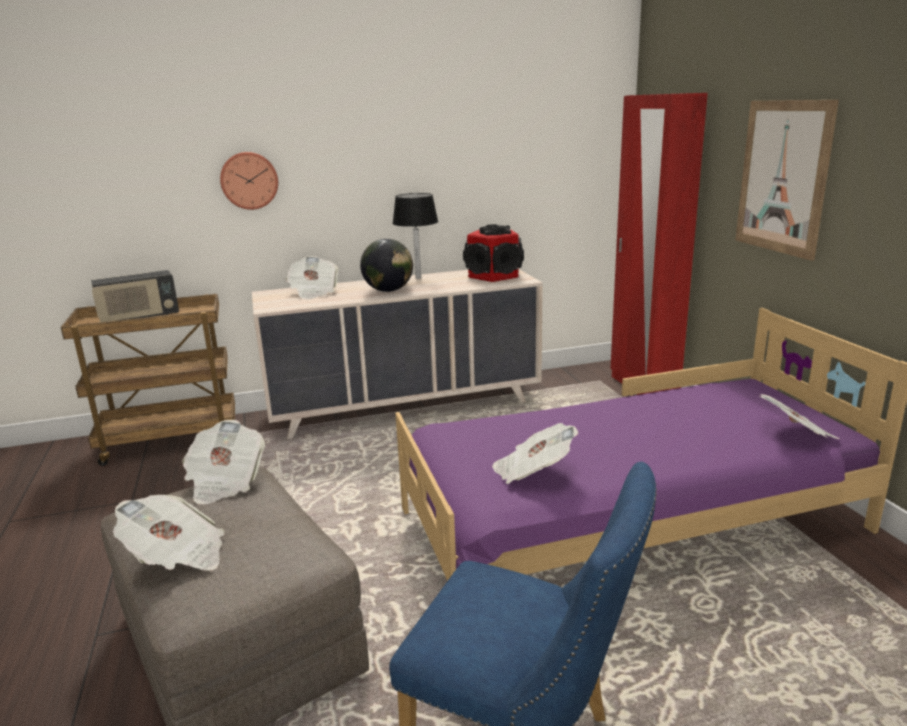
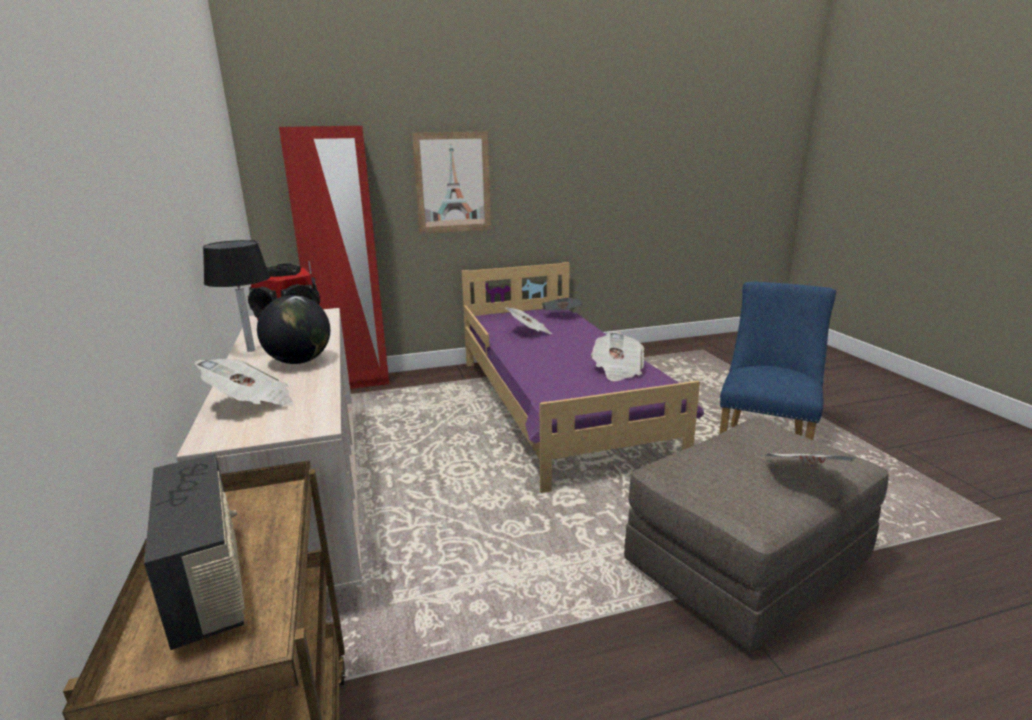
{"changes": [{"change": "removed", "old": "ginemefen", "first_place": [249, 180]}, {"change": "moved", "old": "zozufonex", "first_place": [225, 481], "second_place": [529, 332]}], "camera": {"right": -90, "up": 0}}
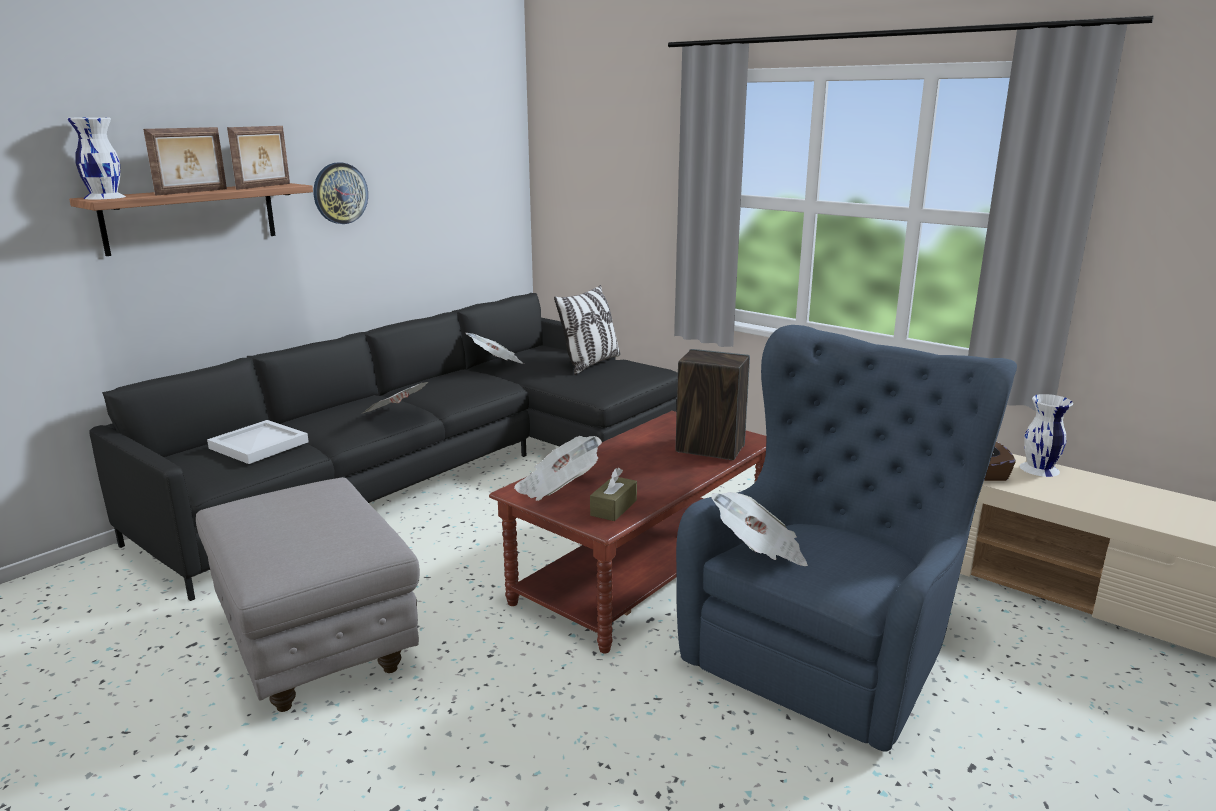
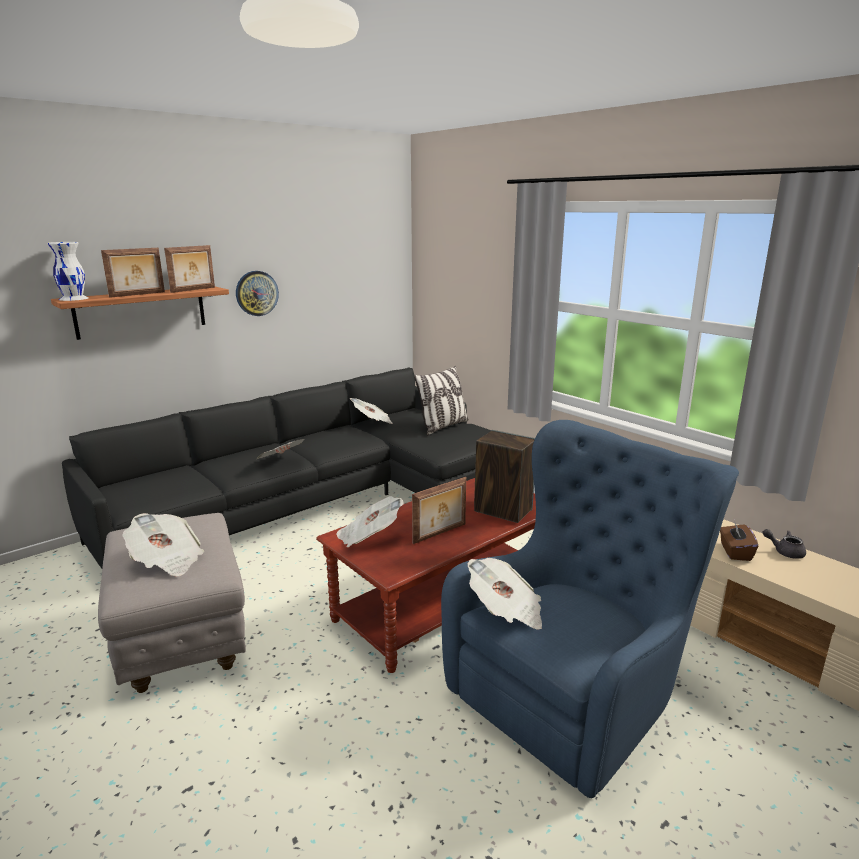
{"changes": [{"change": "replaced", "old": "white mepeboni", "new": "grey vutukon", "first_place": [1038, 469], "second_place": [784, 552]}, {"change": "removed", "old": "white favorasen", "first_place": [257, 445]}, {"change": "removed", "old": "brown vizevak", "first_place": [613, 508]}, {"change": "added", "new": "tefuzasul", "second_place": [440, 534]}, {"change": "added", "new": "zozufonex", "second_place": [167, 560]}], "camera": {"right": 10, "up": 0}}
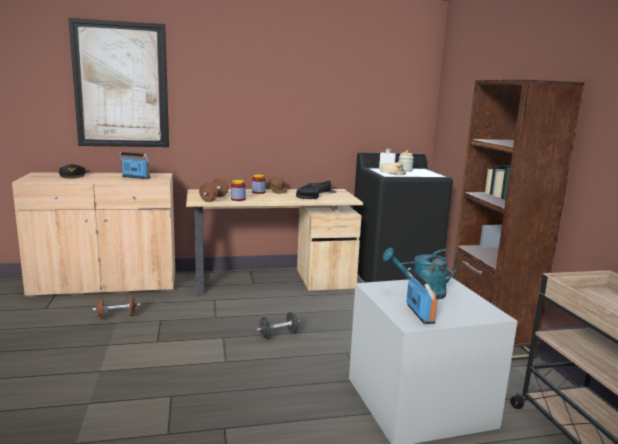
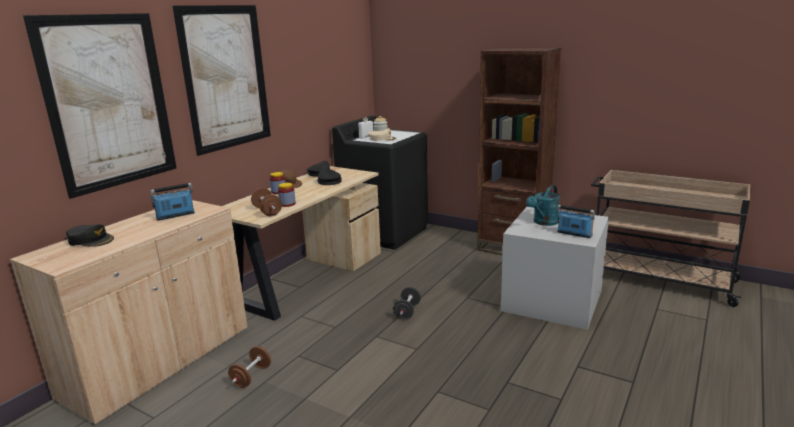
{"changes": [{"change": "added", "new": "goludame", "second_place": [226, 78]}], "camera": {"right": -45, "up": 5}}
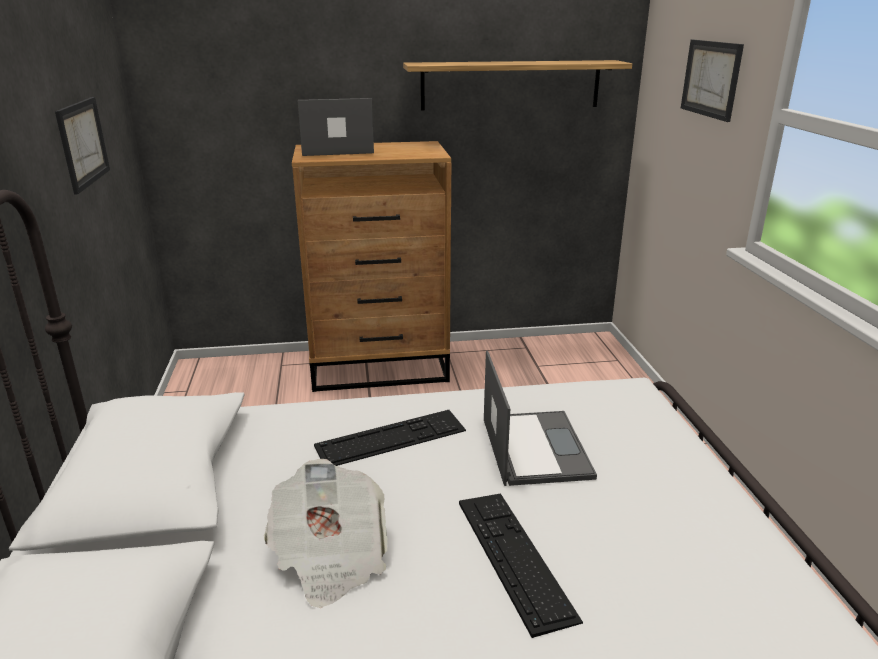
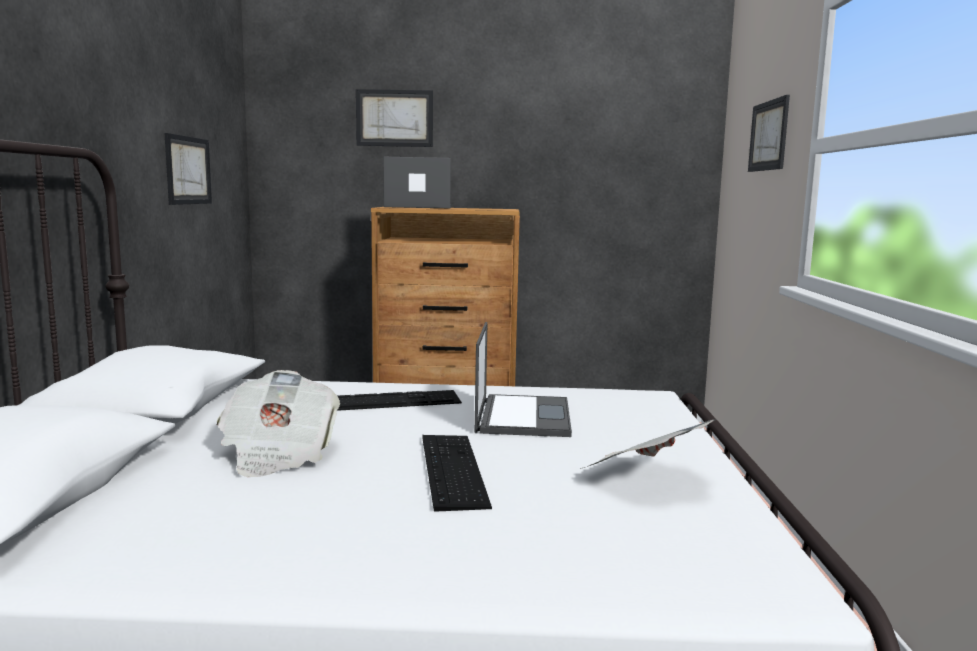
{"changes": [{"change": "removed", "old": "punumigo", "first_place": [510, 85]}, {"change": "added", "new": "goludame", "second_place": [394, 118]}, {"change": "added", "new": "zozufonex", "second_place": [643, 478]}], "camera": {"right": 10, "up": -15}}
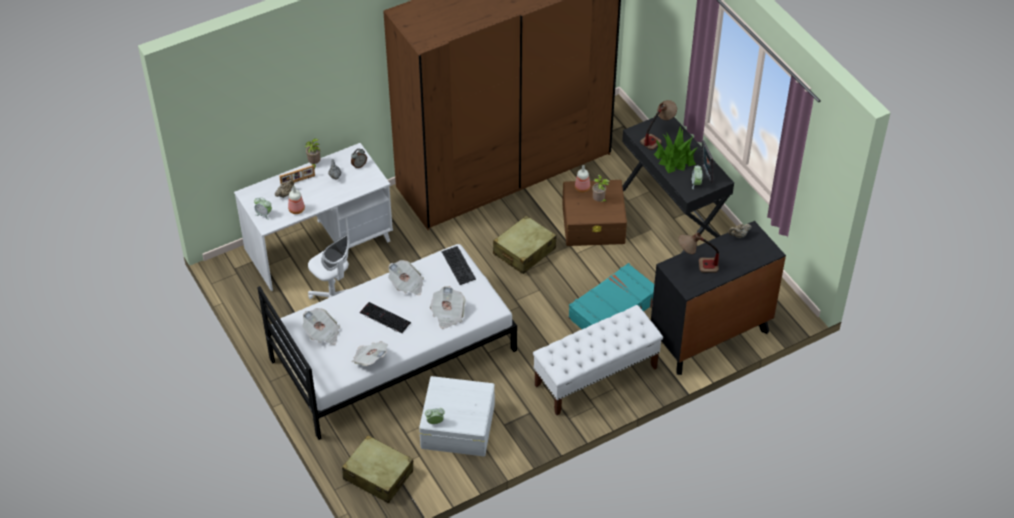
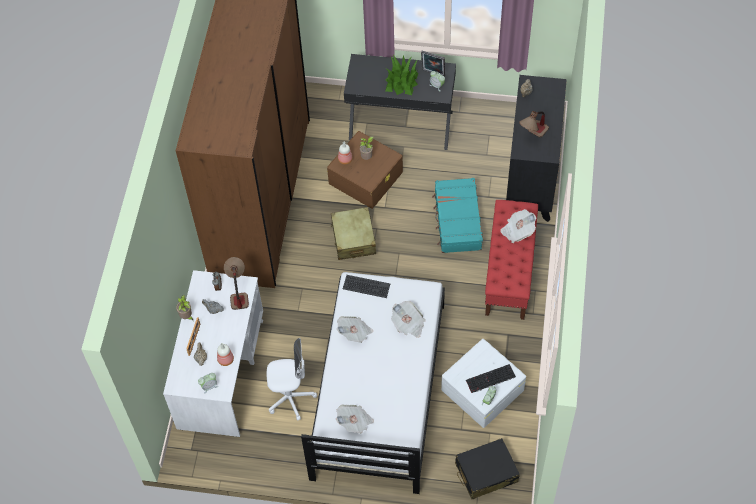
{"changes": [{"change": "moved", "old": "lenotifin", "first_place": [657, 137], "second_place": [238, 292]}, {"change": "moved", "old": "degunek", "first_place": [384, 318], "second_place": [490, 379]}, {"change": "recoloured", "old": "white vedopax", "new": "red vedopax", "first_place": [595, 377], "second_place": [509, 272]}, {"change": "moved", "old": "zozufonex", "first_place": [370, 359], "second_place": [517, 231]}, {"change": "recoloured", "old": "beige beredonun", "new": "black beredonun", "first_place": [378, 475], "second_place": [486, 473]}], "camera": {"right": -50, "up": 10}}
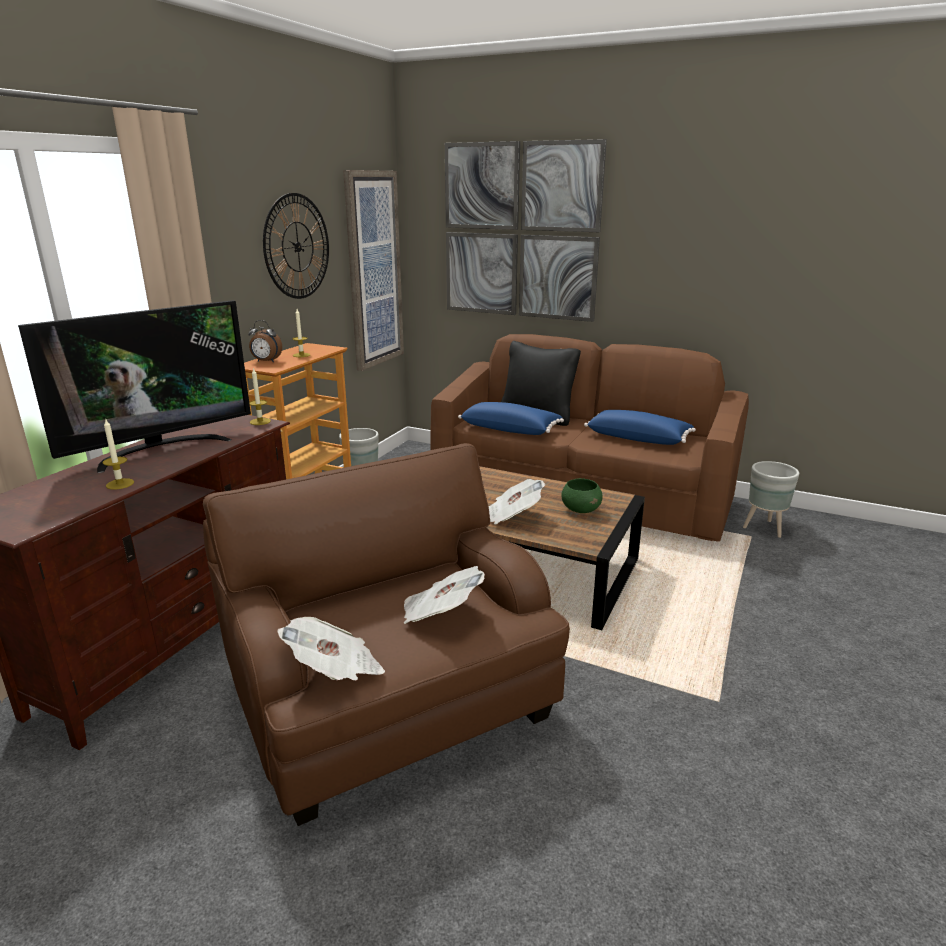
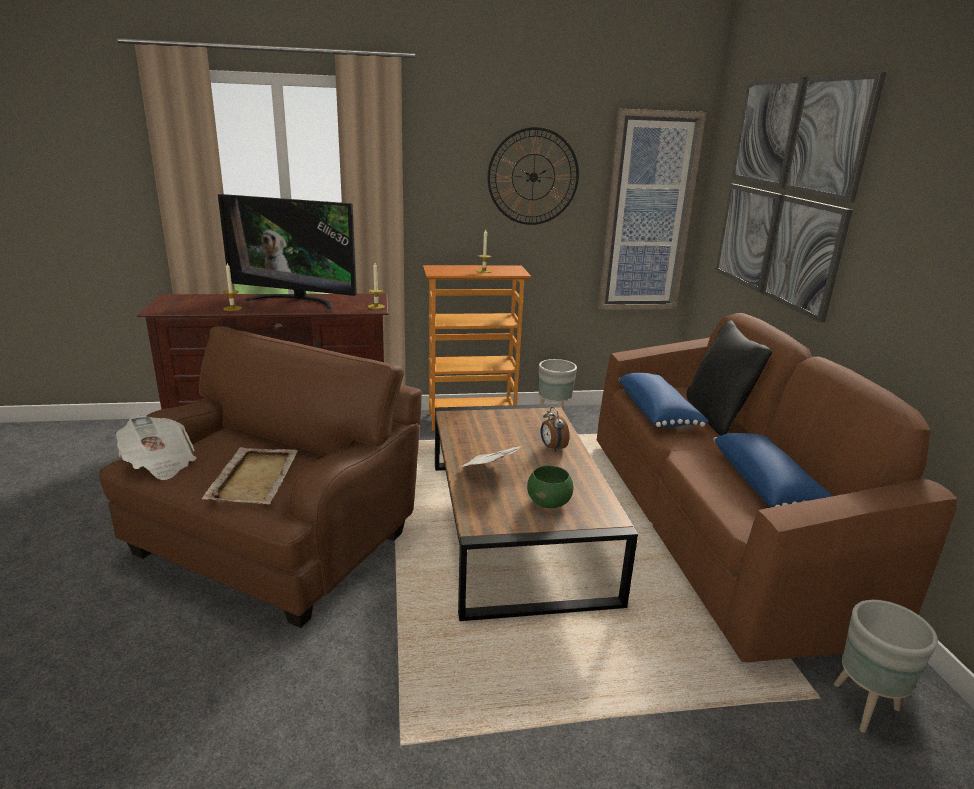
{"changes": [{"change": "moved", "old": "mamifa", "first_place": [266, 361], "second_place": [552, 448]}, {"change": "replaced", "old": "zozufonex", "new": "beige favorasen", "first_place": [440, 613], "second_place": [254, 477]}], "camera": {"right": 55, "up": 0}}
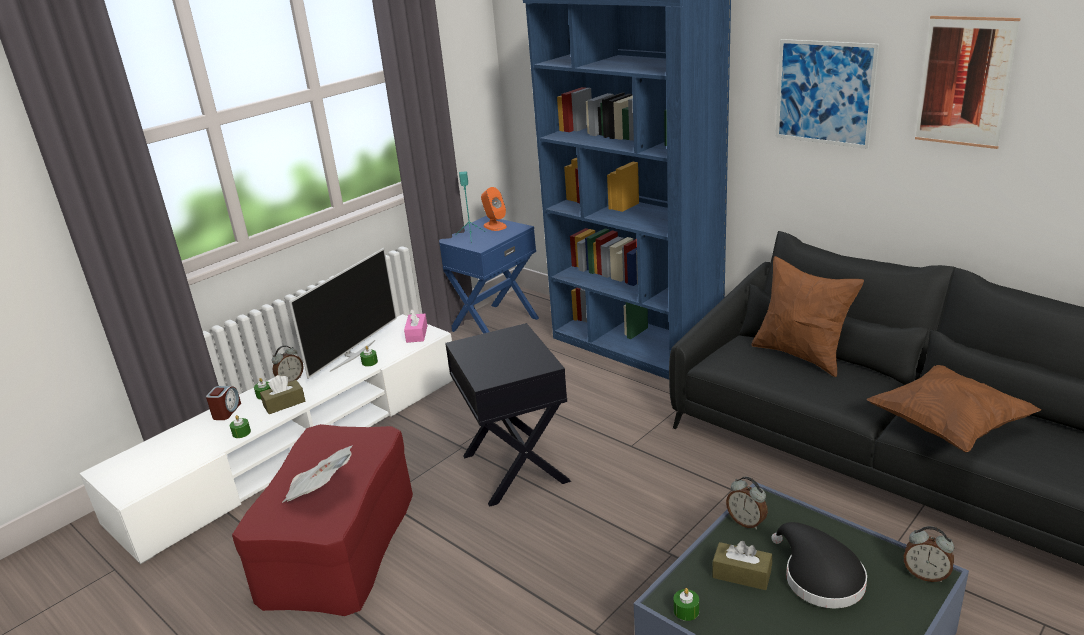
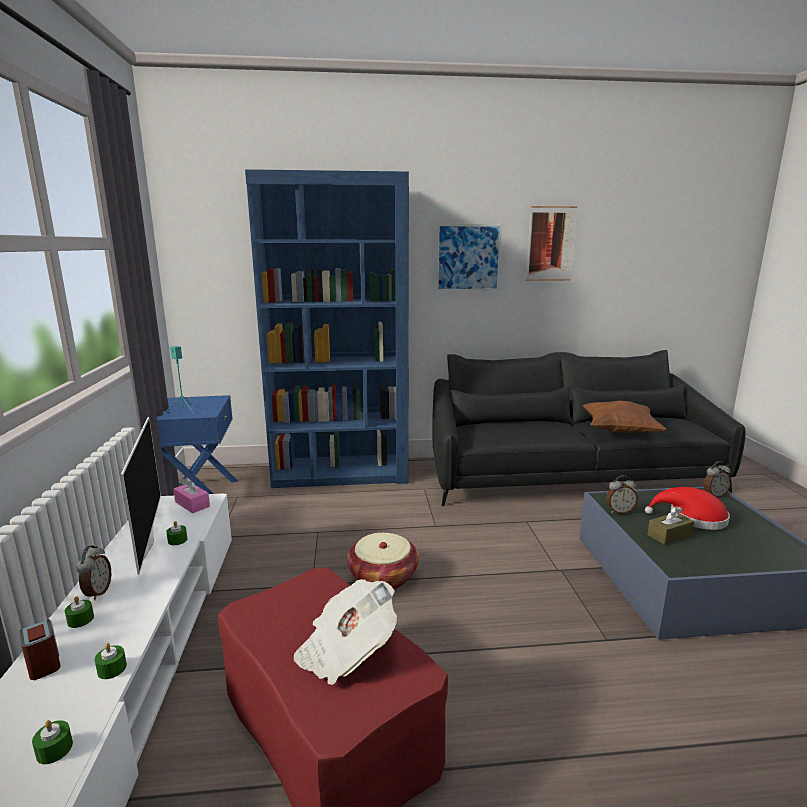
{"changes": [{"change": "removed", "old": "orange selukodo", "first_place": [494, 226]}, {"change": "removed", "old": "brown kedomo", "first_place": [801, 355]}, {"change": "replaced", "old": "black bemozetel", "new": "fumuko", "first_place": [514, 468], "second_place": [383, 577]}, {"change": "removed", "old": "brown vizevak", "first_place": [284, 403]}, {"change": "recoloured", "old": "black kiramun", "new": "red kiramun", "first_place": [819, 577], "second_place": [692, 518]}, {"change": "moved", "old": "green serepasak", "first_place": [686, 611], "second_place": [54, 749]}], "camera": {"right": -50, "up": -10}}
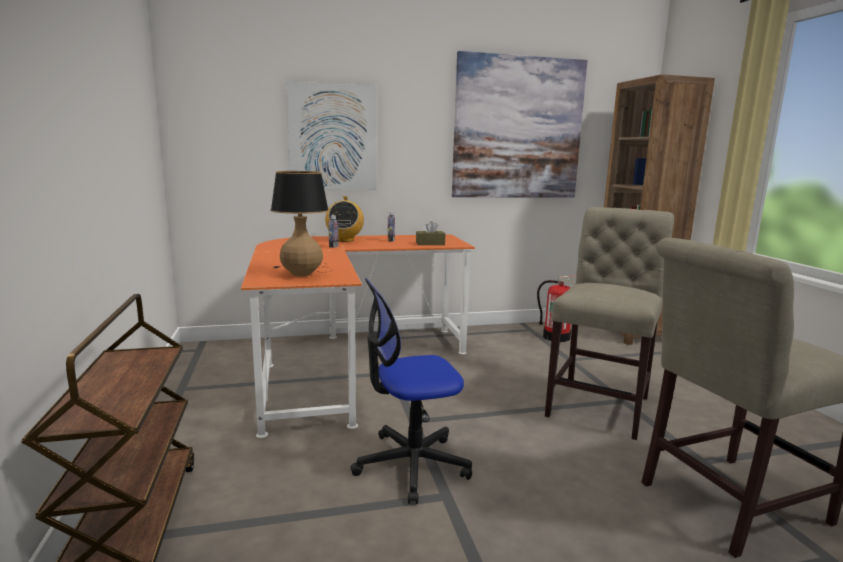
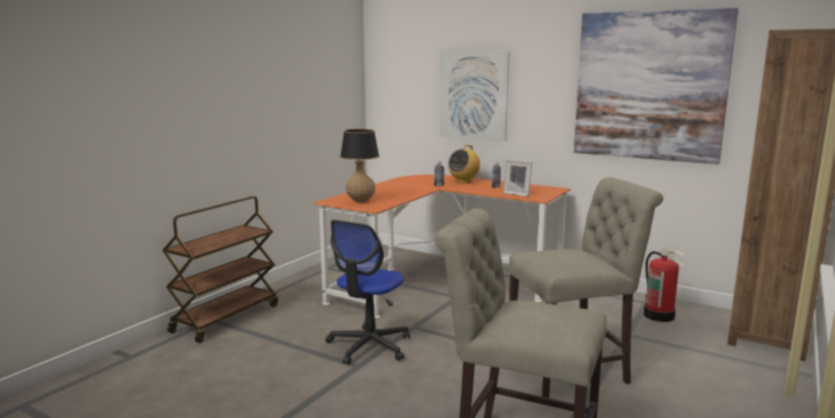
{"changes": [{"change": "replaced", "old": "brown vizevak", "new": "tefuzasul", "first_place": [430, 243], "second_place": [517, 194]}, {"change": "turned", "old": "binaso", "first_place": [411, 464], "second_place": [369, 346], "degrees": -90}], "camera": {"right": 45, "up": 0}}
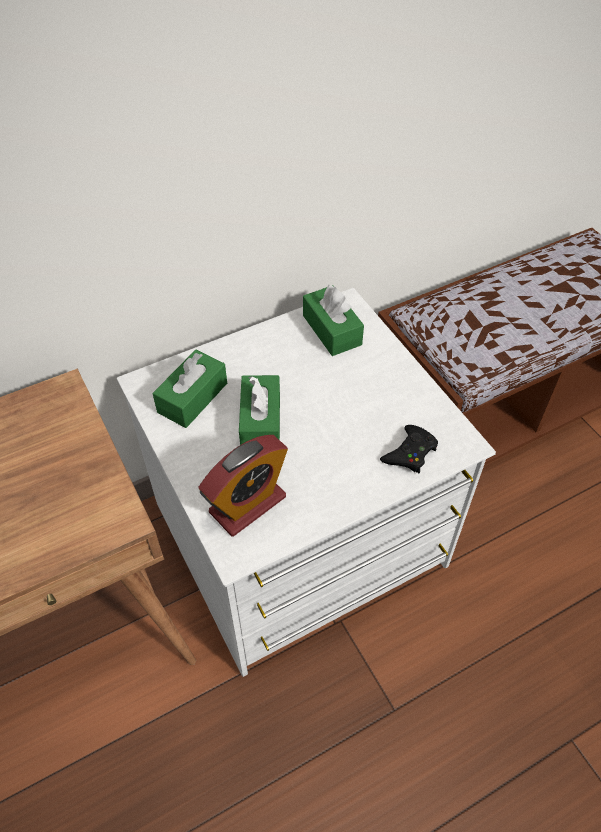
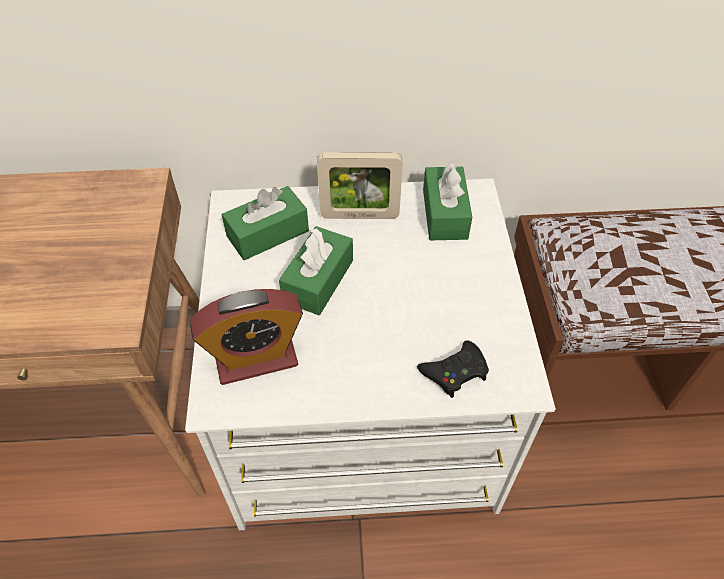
{"changes": [{"change": "added", "new": "tefuzasul", "second_place": [359, 215]}], "camera": {"right": 25, "up": 0}}
